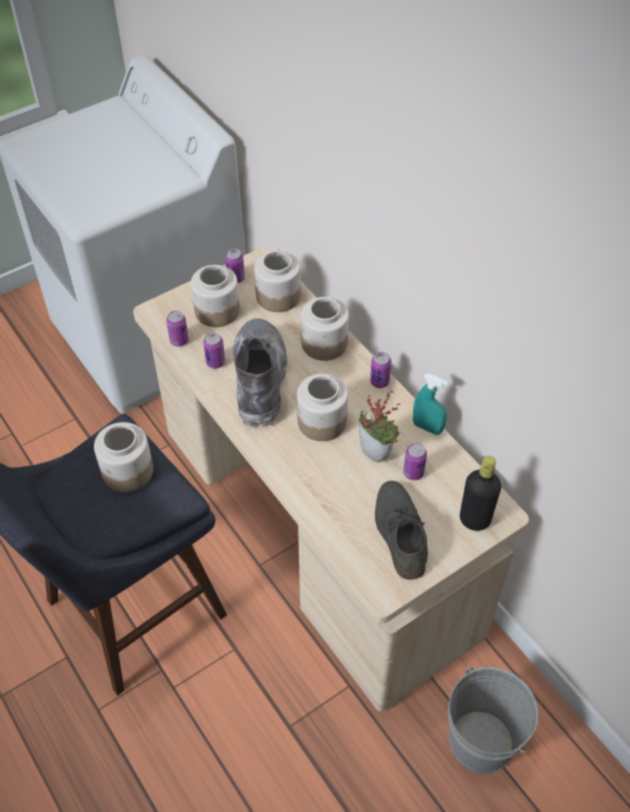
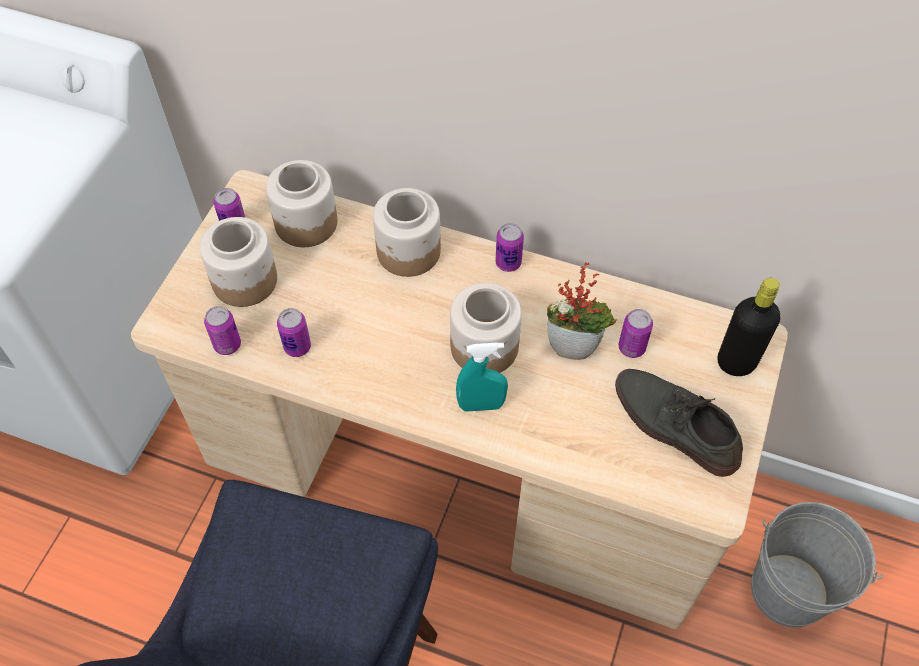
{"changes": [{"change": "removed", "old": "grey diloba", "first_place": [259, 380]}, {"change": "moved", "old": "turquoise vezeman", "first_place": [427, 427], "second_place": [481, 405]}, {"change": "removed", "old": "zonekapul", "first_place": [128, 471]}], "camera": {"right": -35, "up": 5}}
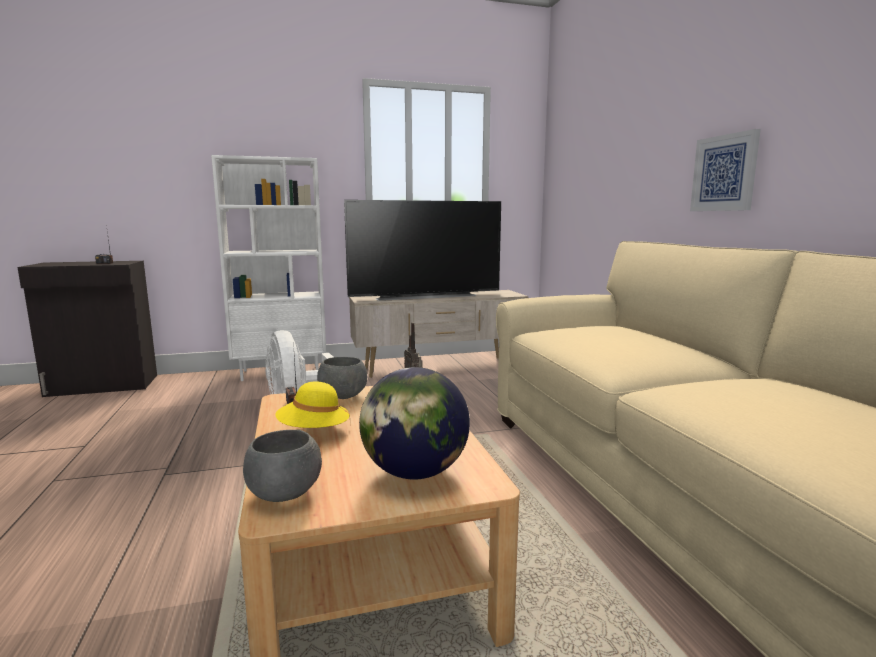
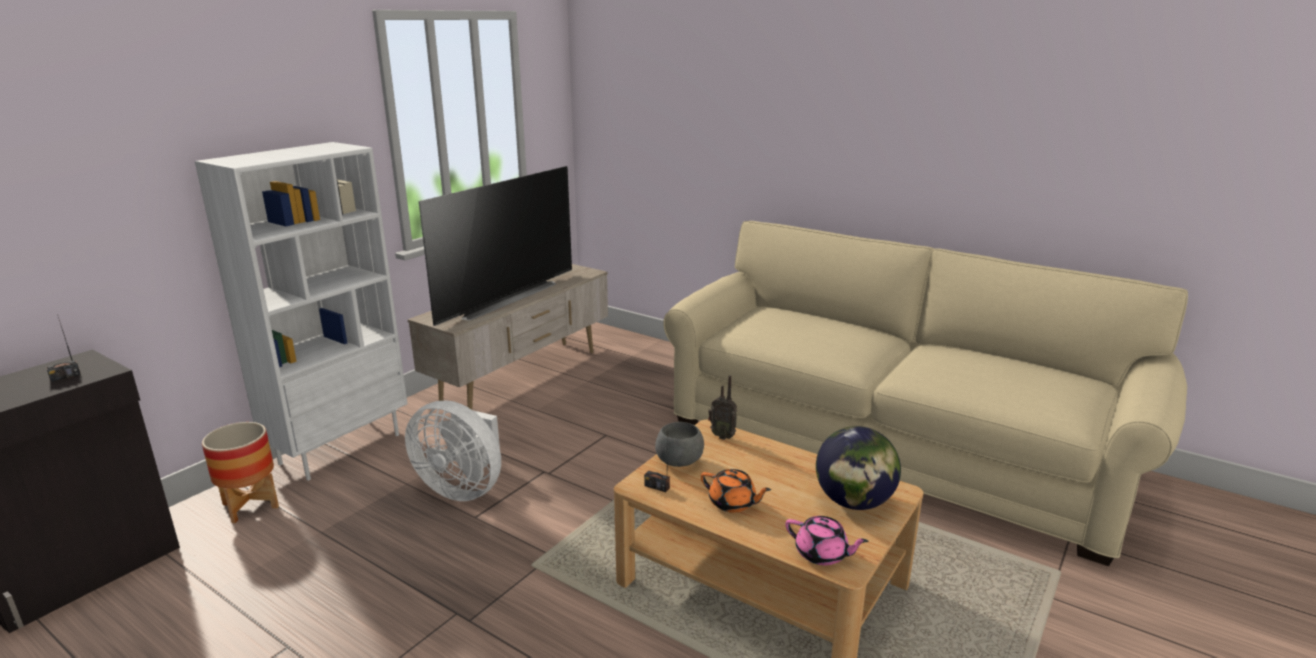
{"changes": [{"change": "removed", "old": "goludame", "first_place": [724, 173]}, {"change": "replaced", "old": "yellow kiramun", "new": "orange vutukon", "first_place": [313, 431], "second_place": [733, 503]}, {"change": "replaced", "old": "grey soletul", "new": "pink vutukon", "first_place": [286, 494], "second_place": [822, 554]}, {"change": "added", "new": "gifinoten", "second_place": [250, 505]}], "camera": {"right": -40, "up": 10}}
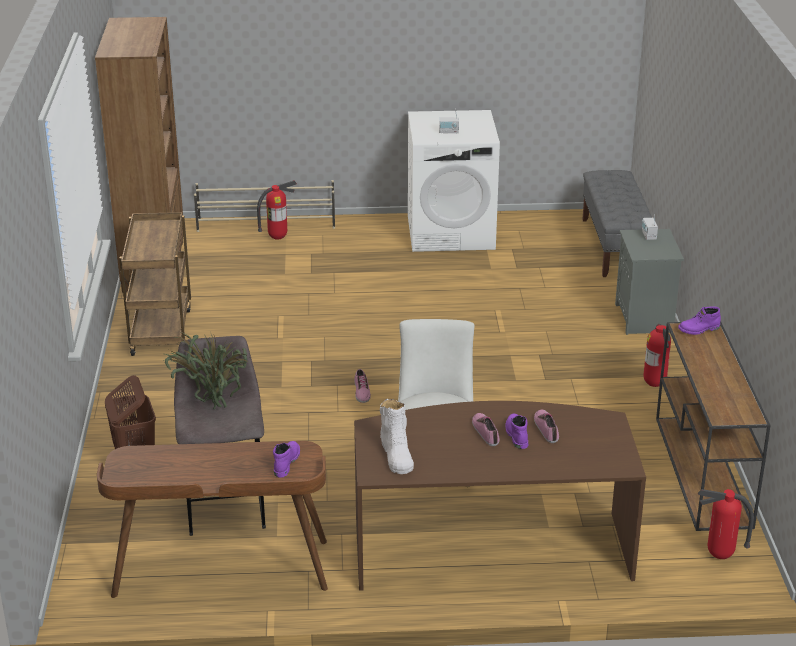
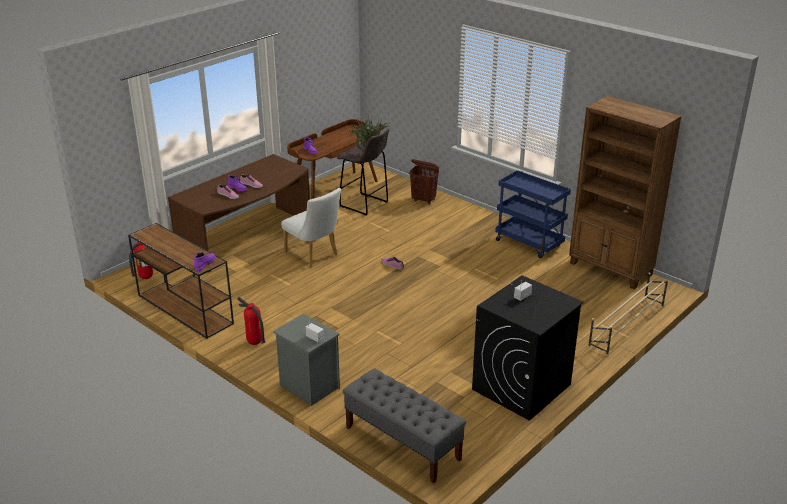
{"changes": [{"change": "recoloured", "old": "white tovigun", "new": "black tovigun", "first_place": [451, 232], "second_place": [521, 387]}, {"change": "removed", "old": "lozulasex", "first_place": [278, 238]}, {"change": "recoloured", "old": "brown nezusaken", "new": "blue nezusaken", "first_place": [160, 331], "second_place": [529, 244]}, {"change": "removed", "old": "white diloba", "first_place": [396, 455]}], "camera": {"right": 135, "up": 0}}
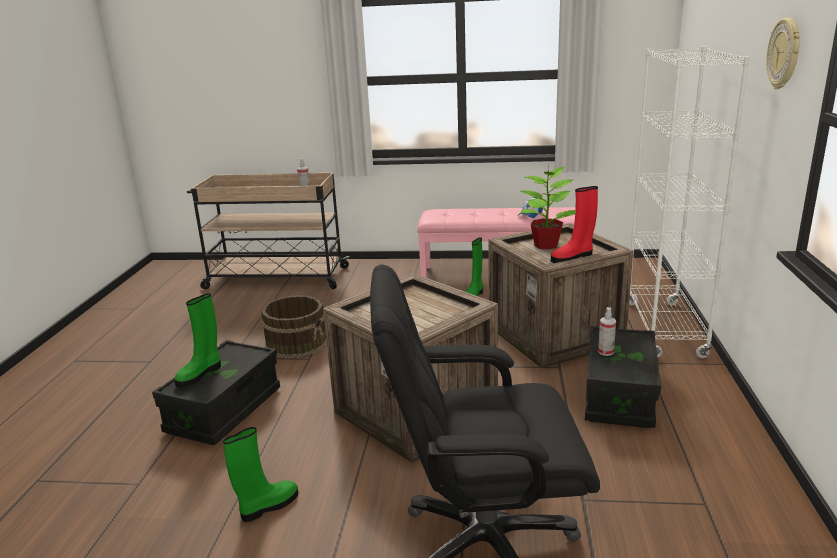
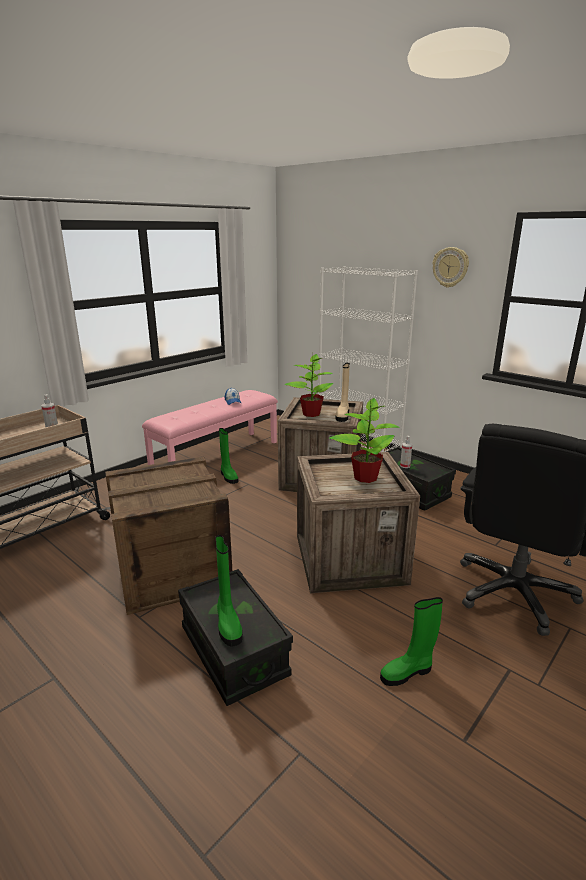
{"changes": [{"change": "recoloured", "old": "red diloba", "new": "beige diloba", "first_place": [573, 258], "second_place": [343, 415]}, {"change": "replaced", "old": "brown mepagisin", "new": "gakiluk", "first_place": [297, 342], "second_place": [172, 571]}, {"change": "turned", "old": "green diloba", "first_place": [268, 506], "second_place": [407, 672], "degrees": -105}, {"change": "added", "new": "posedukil", "second_place": [365, 477]}], "camera": {"right": -55, "up": 0}}
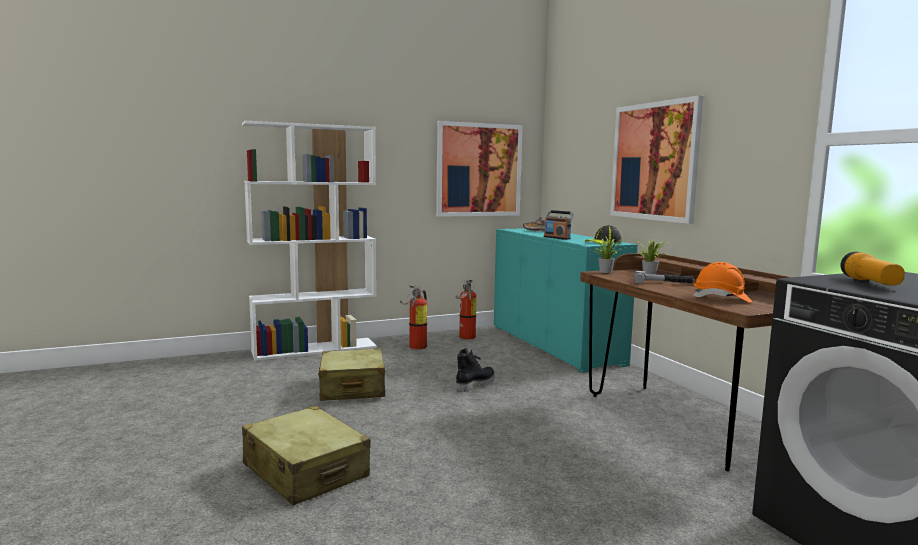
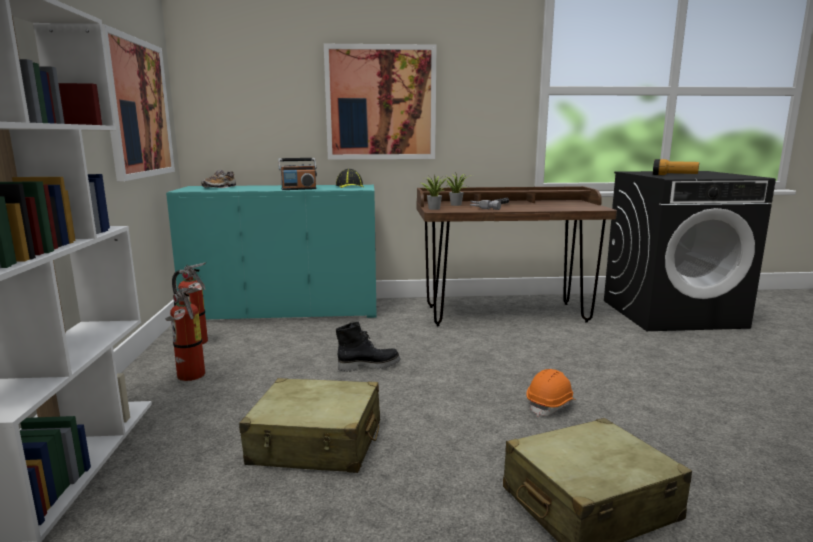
{"changes": [{"change": "moved", "old": "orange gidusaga", "first_place": [721, 299], "second_place": [551, 405]}, {"change": "turned", "old": "black diloba", "first_place": [474, 384], "second_place": [369, 366], "degrees": 105}], "camera": {"right": -70, "up": 5}}
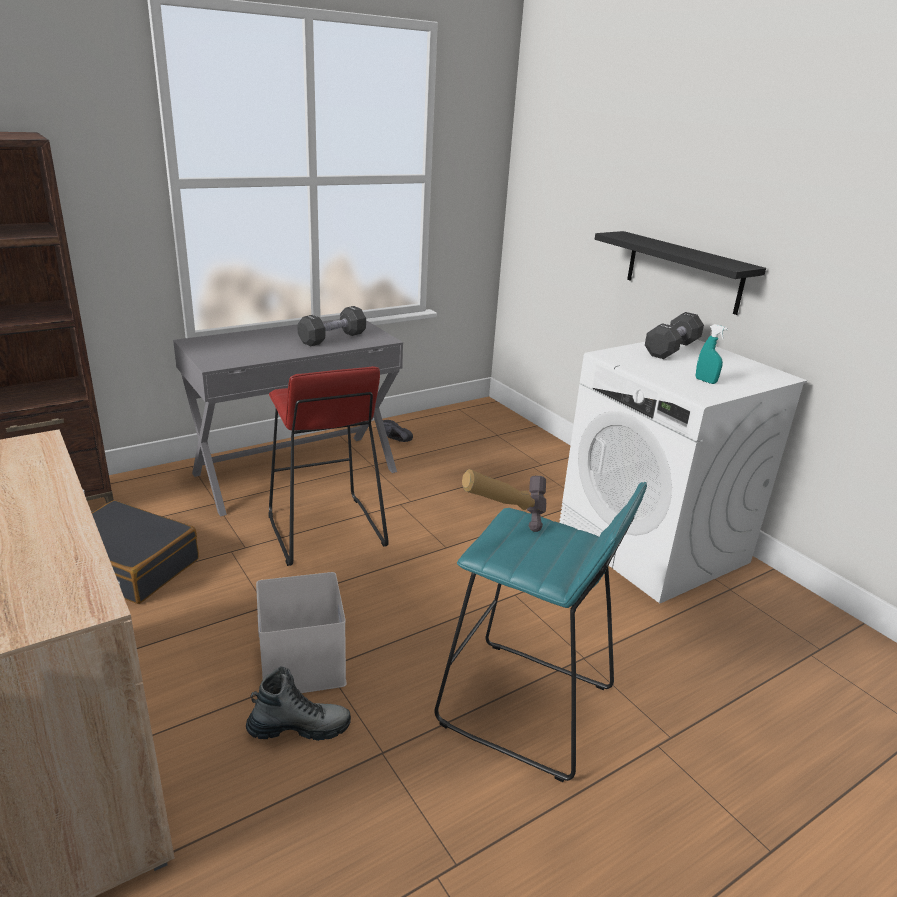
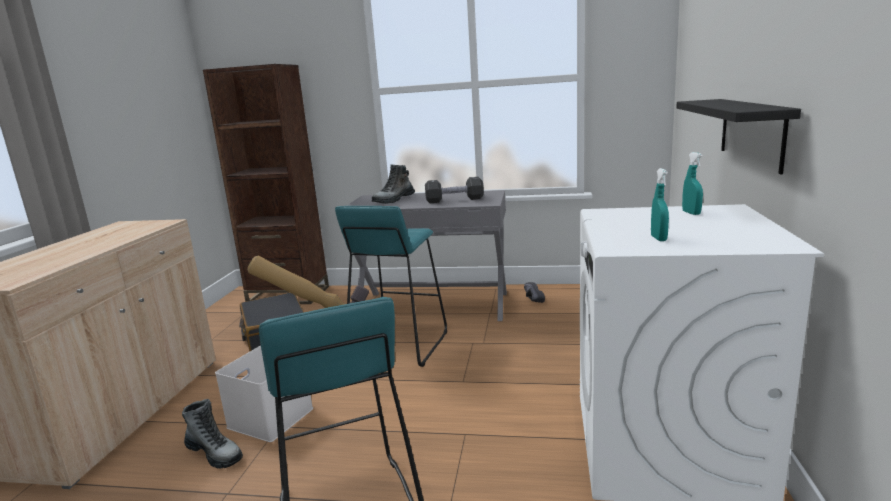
{"changes": [{"change": "replaced", "old": "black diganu", "new": "turquoise vezeman", "first_place": [671, 349], "second_place": [691, 213]}, {"change": "recoloured", "old": "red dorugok", "new": "turquoise dorugok", "first_place": [325, 531], "second_place": [398, 345]}, {"change": "added", "new": "diloba", "second_place": [394, 200]}], "camera": {"right": 45, "up": -10}}
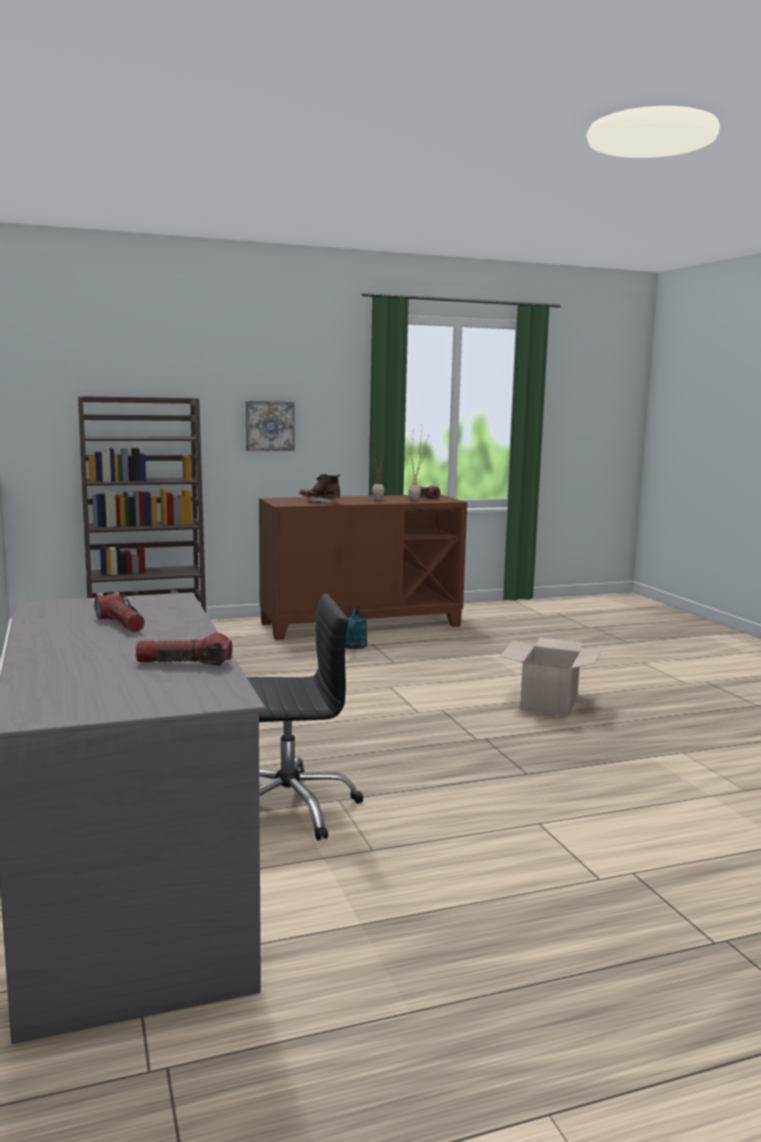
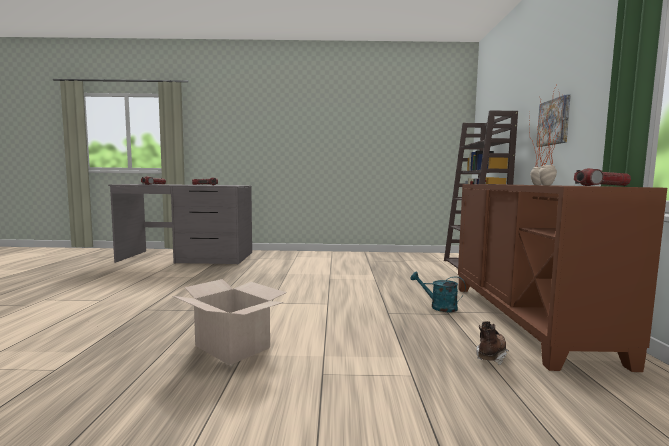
{"changes": [{"change": "moved", "old": "brown diloba", "first_place": [319, 502], "second_place": [491, 356]}, {"change": "removed", "old": "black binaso", "first_place": [288, 807]}], "camera": {"right": 110, "up": -5}}
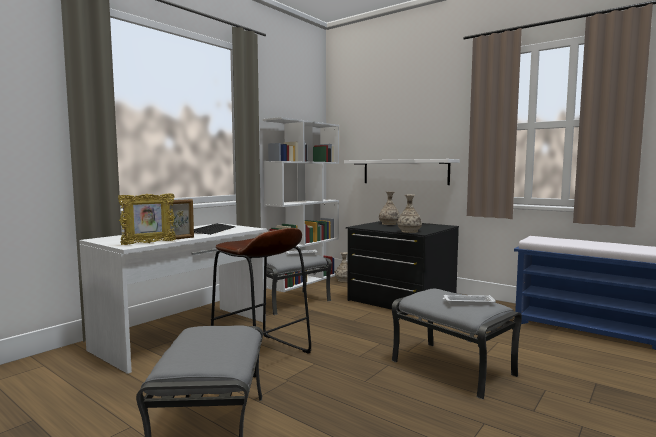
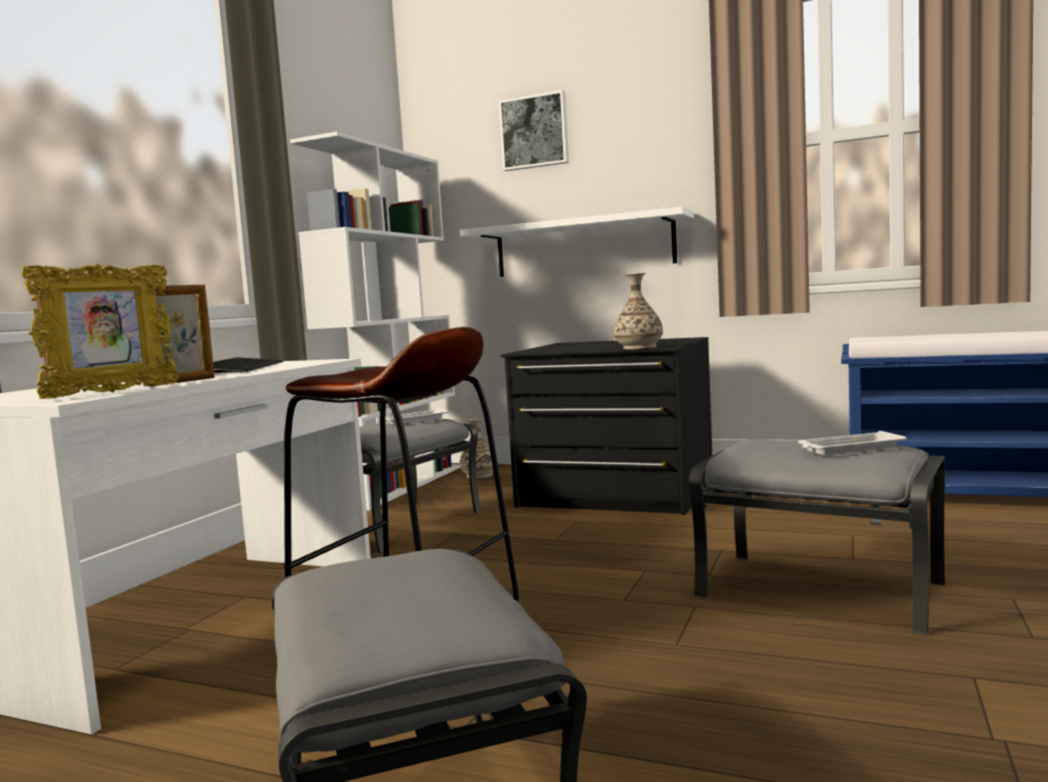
{"changes": [{"change": "removed", "old": "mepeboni", "first_place": [389, 224]}, {"change": "added", "new": "goludame", "second_place": [535, 132]}], "camera": {"right": -15, "up": 0}}
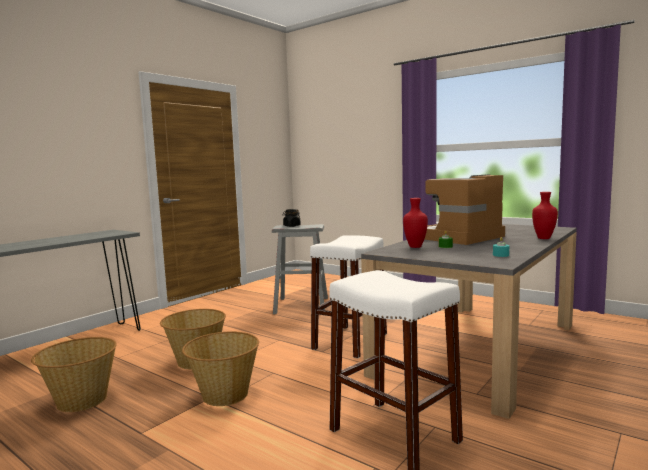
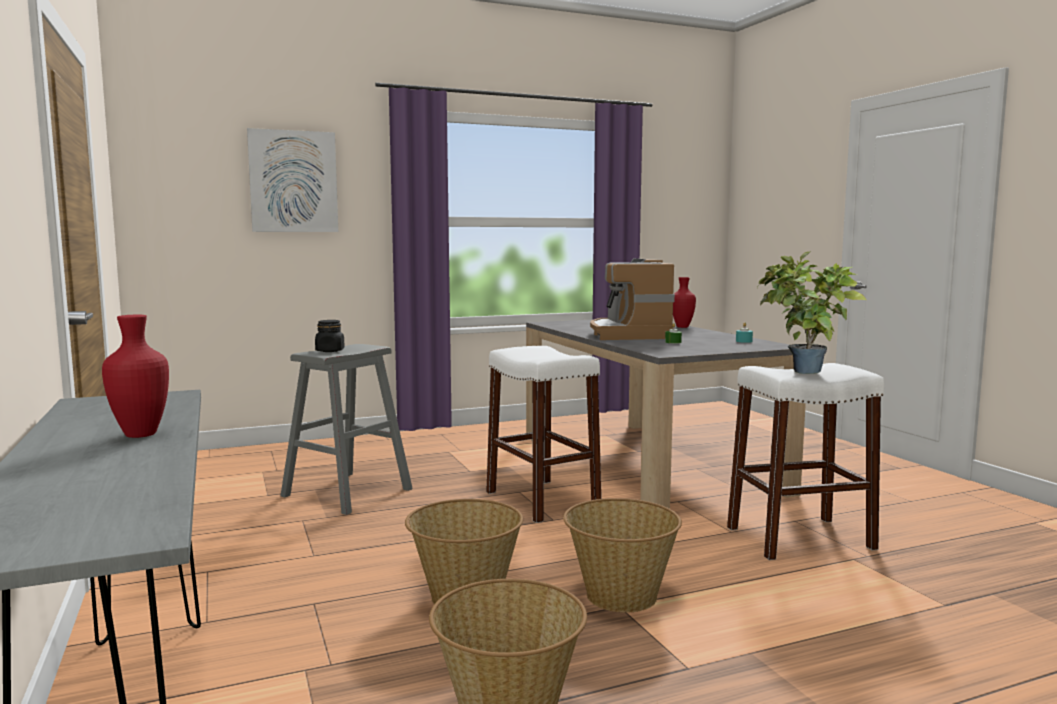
{"changes": [{"change": "moved", "old": "red mepeboni", "first_place": [414, 247], "second_place": [139, 435]}, {"change": "added", "new": "goludame", "second_place": [293, 181]}, {"change": "added", "new": "posedukil", "second_place": [802, 373]}], "camera": {"right": -60, "up": 0}}
